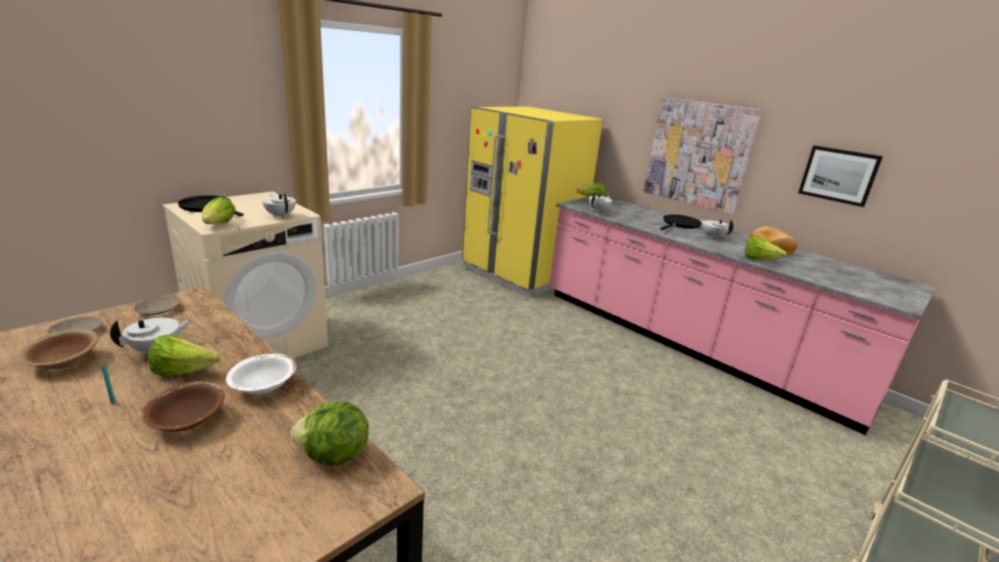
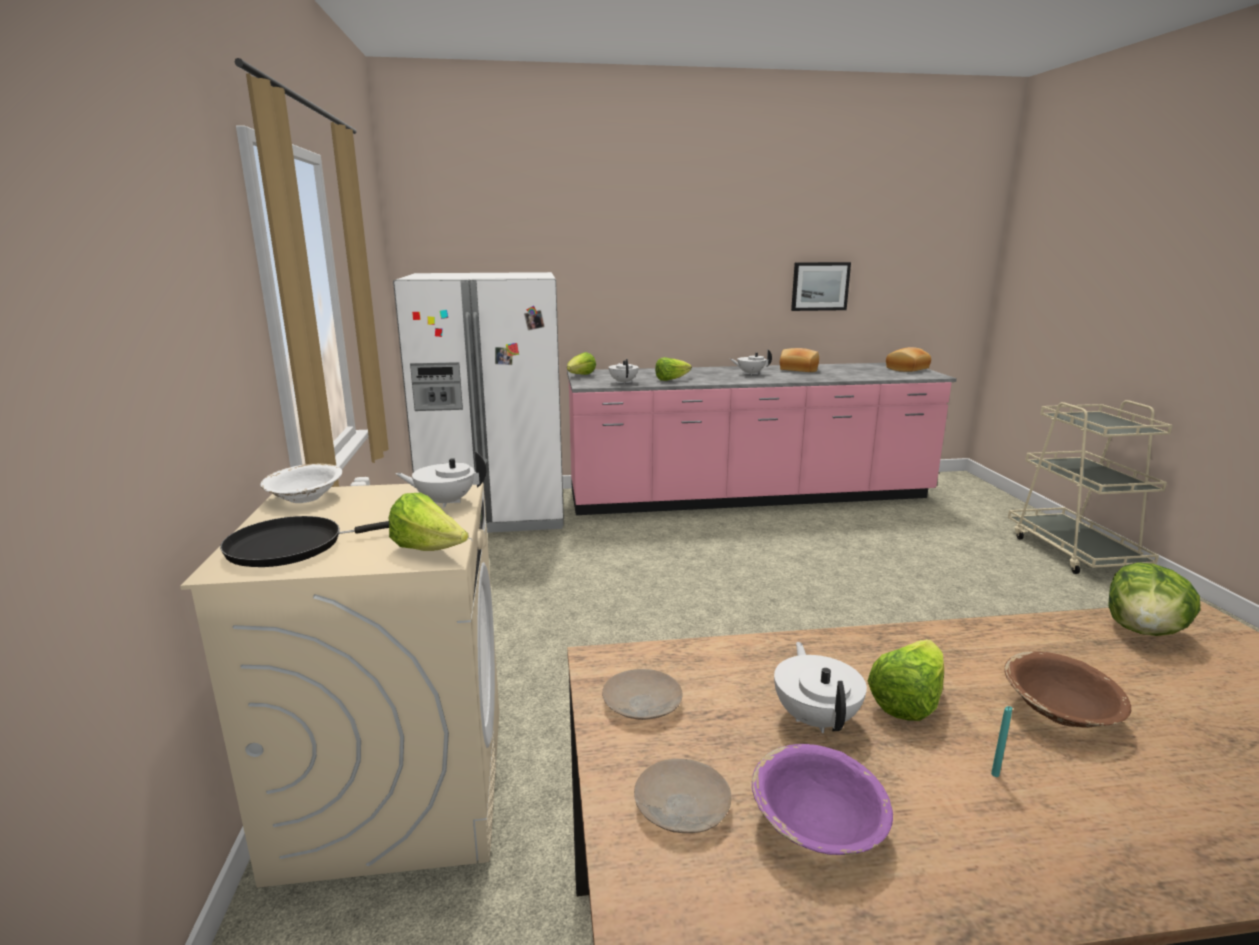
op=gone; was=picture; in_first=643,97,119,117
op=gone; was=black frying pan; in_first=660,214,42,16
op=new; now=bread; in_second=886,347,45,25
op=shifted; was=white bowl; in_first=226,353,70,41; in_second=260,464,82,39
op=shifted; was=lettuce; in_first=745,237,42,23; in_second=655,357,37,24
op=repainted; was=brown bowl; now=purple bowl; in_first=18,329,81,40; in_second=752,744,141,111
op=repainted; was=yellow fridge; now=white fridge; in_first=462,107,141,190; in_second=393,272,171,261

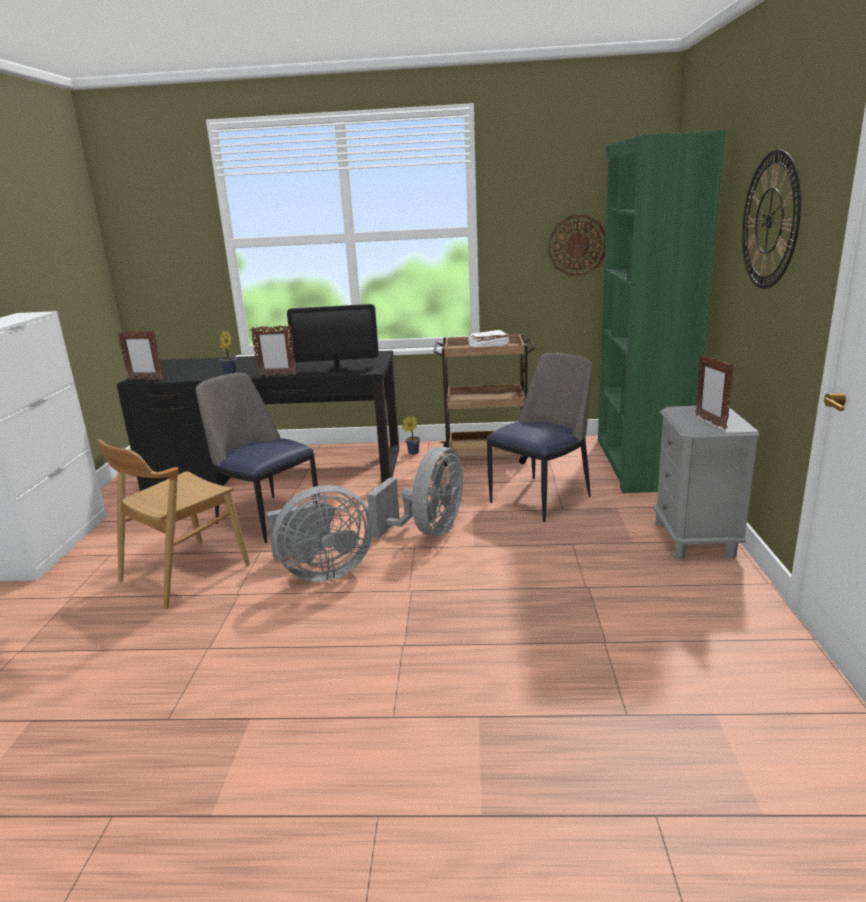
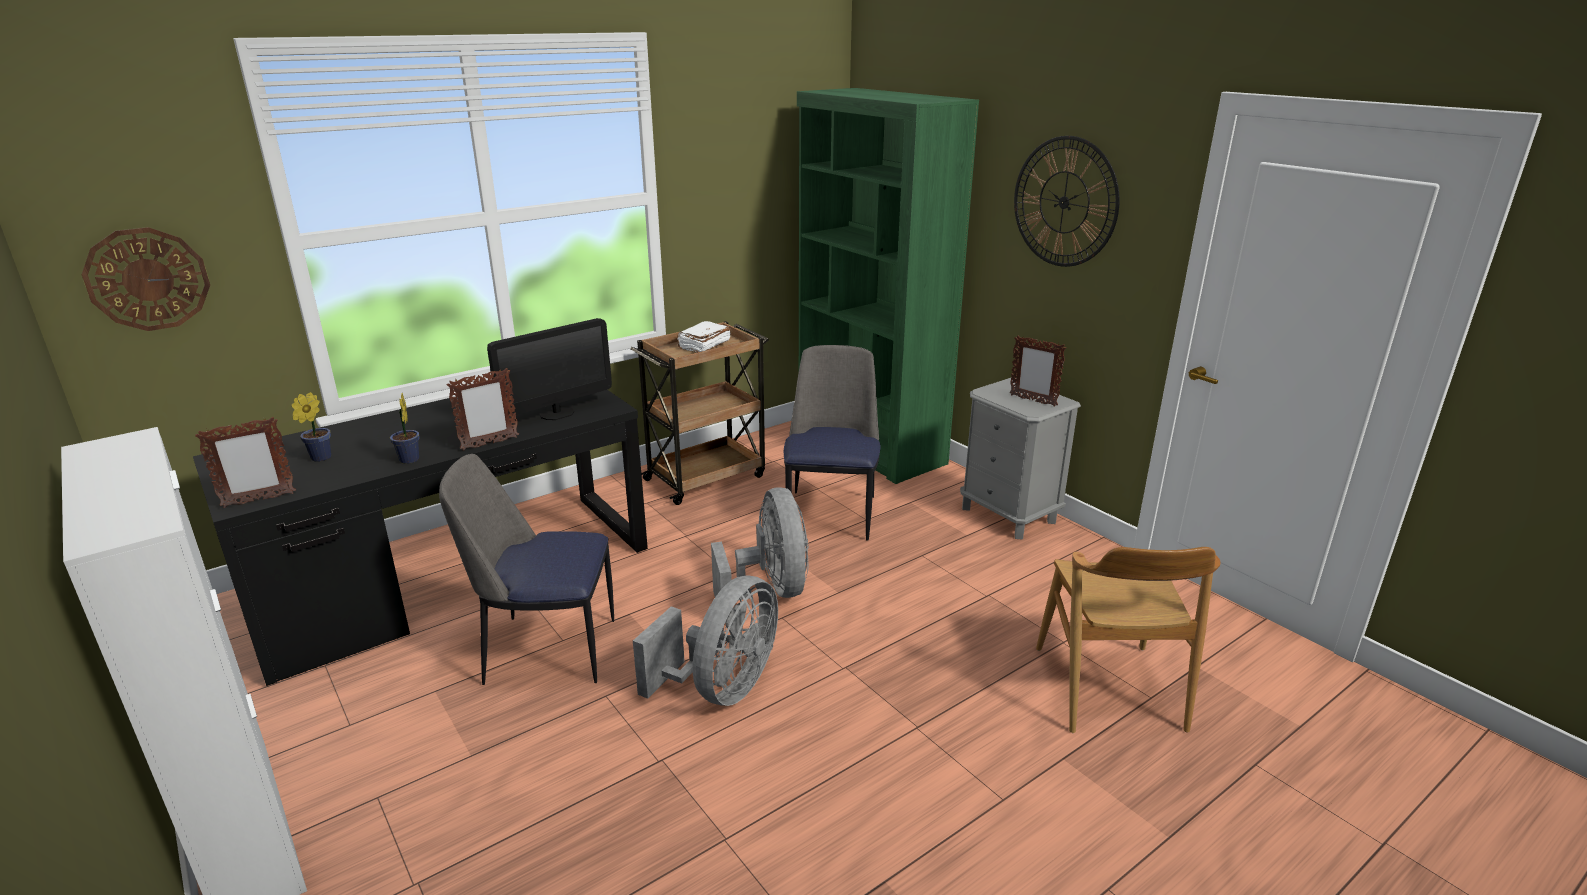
op=shifted; was=brown chair; in_first=97,439,153,170; in_second=1036,547,185,186
op=shifted; was=potted plant; in_first=402,416,18,39; in_second=292,392,39,70
op=shifted; was=wall clock; in_first=548,215,58,61; in_second=81,227,129,104

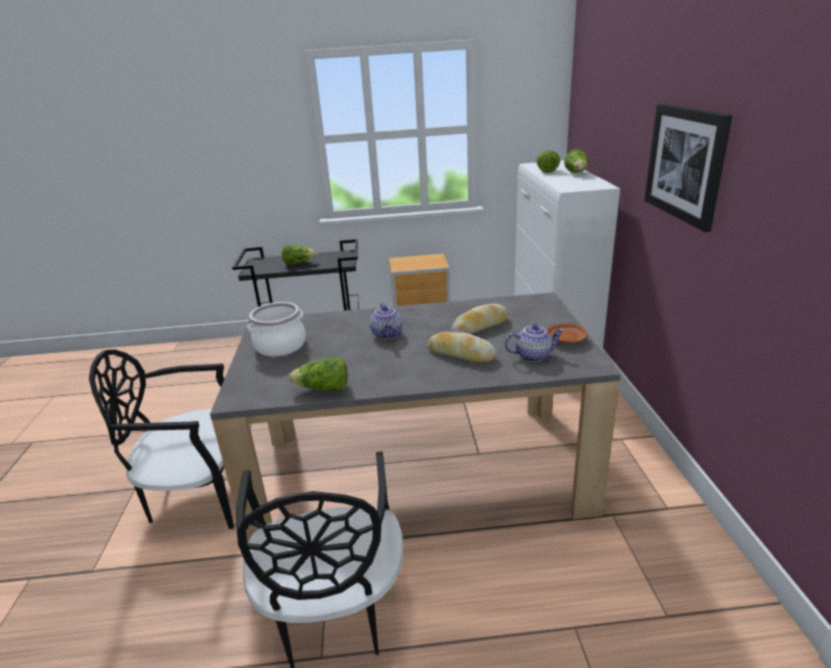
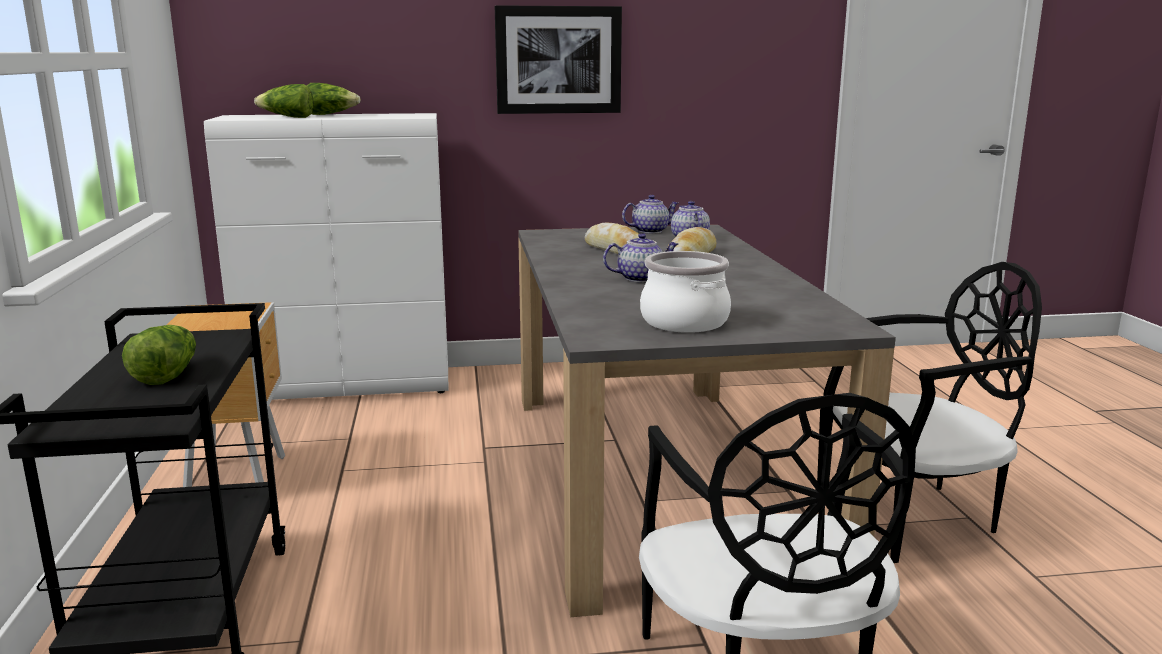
op=gone; was=lettuce; in_first=288,357,60,34
op=swapped; was=brown plate; now=teapot; in_first=547,323,41,21; in_second=622,195,56,39

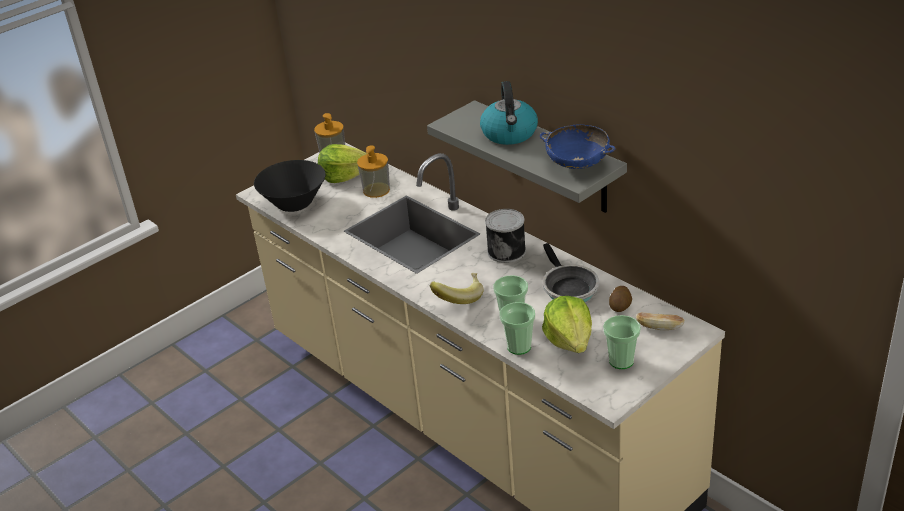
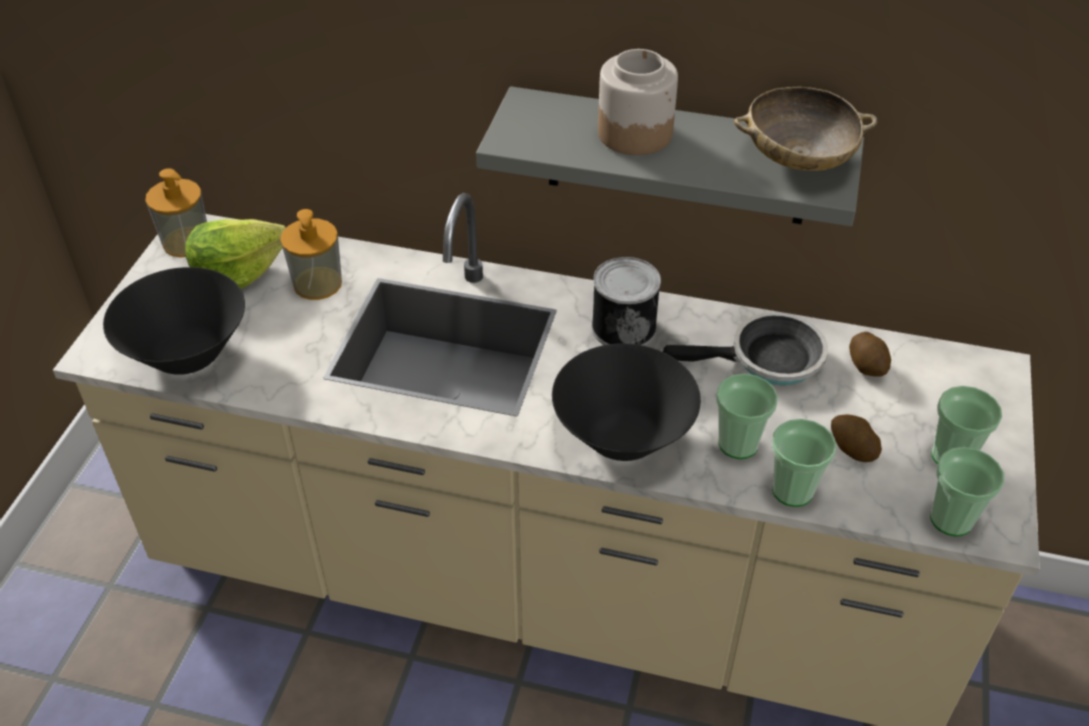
op=gone; was=bread; in_first=636,312,48,18
op=new; now=cup; in_second=930,447,74,90
op=swapped; was=banana; now=black bowl; in_first=430,273,54,31; in_second=552,343,149,118
op=swapped; was=kettle; now=jar; in_first=480,81,58,64; in_second=598,49,80,106
op=swapped; was=lettuce; now=potato; in_first=542,296,50,57; in_second=831,415,51,47
op=repainted; was=blue bowl; now=beige bowl; in_first=540,124,76,45; in_second=734,87,144,84
op=rotated; was=frying pan; in_first=543,243,56,59; in_second=663,312,165,74; clockwise=-45

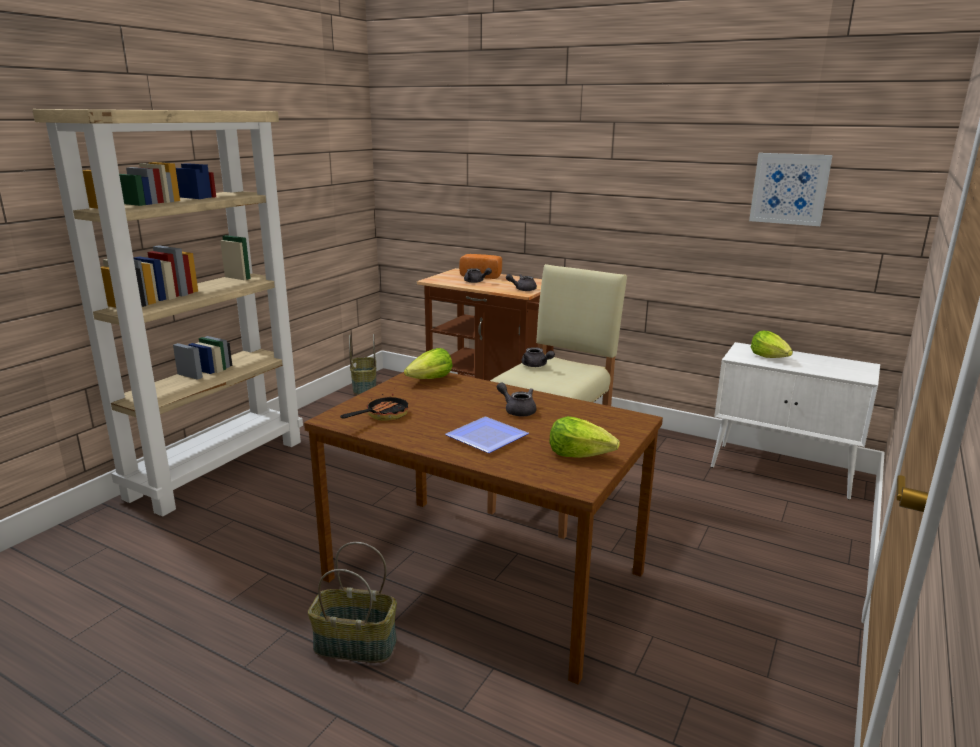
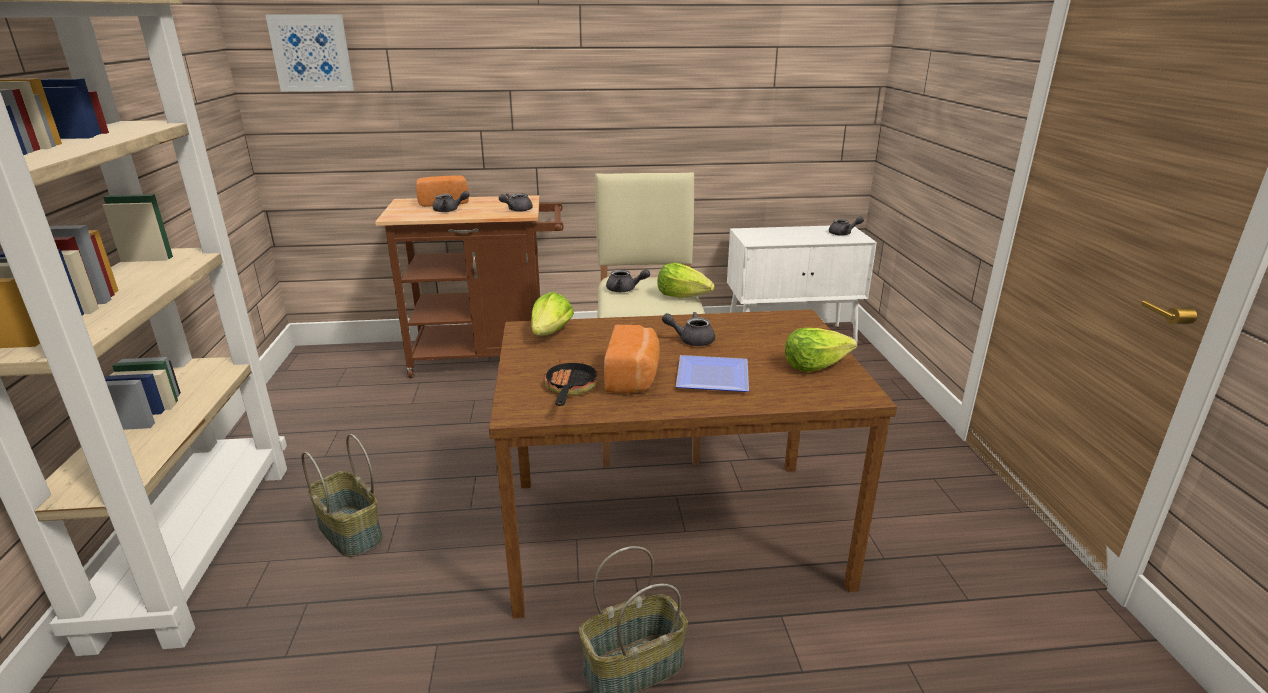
op=new; now=bread; in_second=604,325,56,69
op=new; now=grey teapot; in_second=829,216,35,20
op=shifted; was=basket; in_first=349,334,27,61; in_second=302,434,81,123
op=shifted; was=picture; in_first=749,153,84,73; in_second=265,14,89,77
op=shifted; was=lettuce; in_first=751,331,42,27; in_second=657,262,58,36

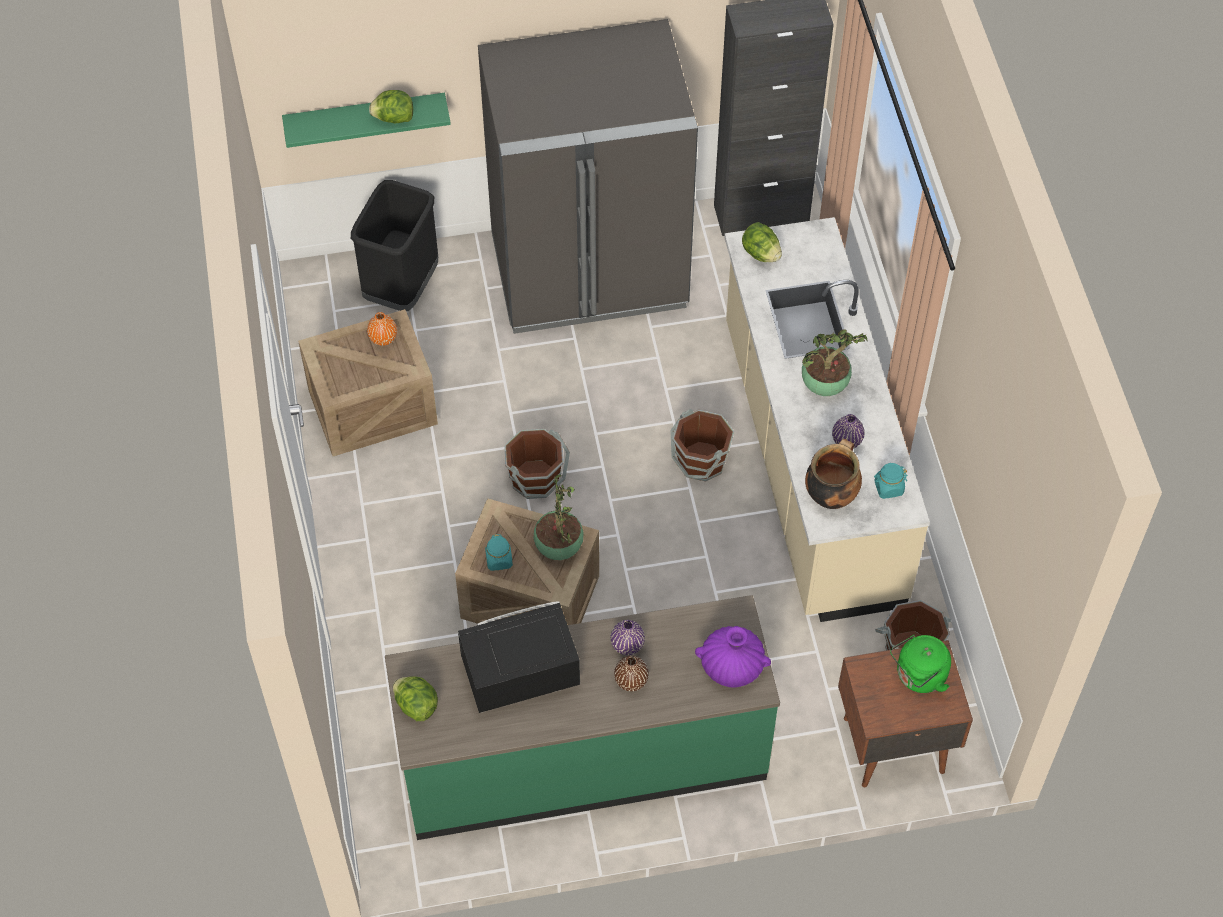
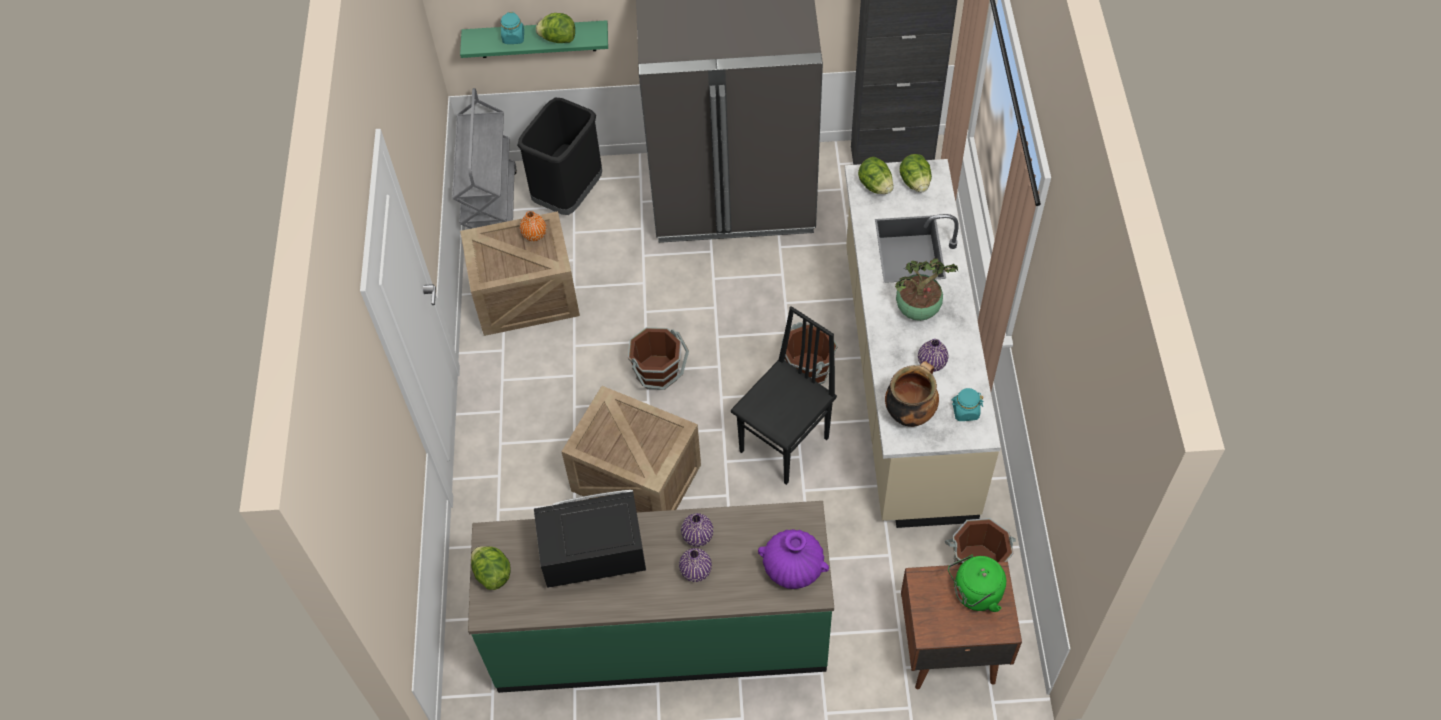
op=gone; was=potted plant; in_first=534,475,50,85
op=new; now=grey cart; in_second=452,88,65,141
op=new; now=black chair; in_second=731,306,106,179
op=new; now=lettuce; in_second=899,154,33,38
op=shifted; was=turquoise jar; in_first=485,534,28,37; in_second=501,12,23,32
op=repainted; was=brown vase; now=purple vase; in_first=614,656,35,35; in_second=679,548,33,34

